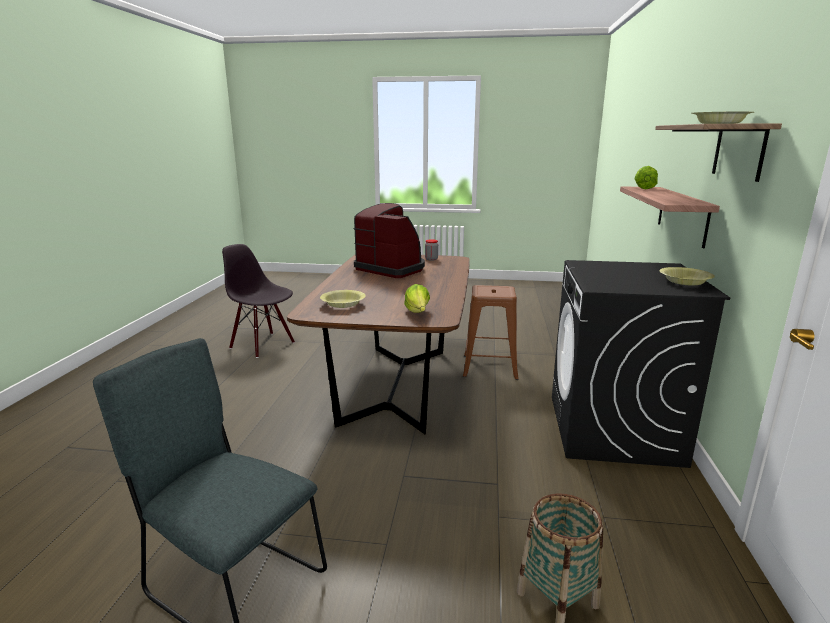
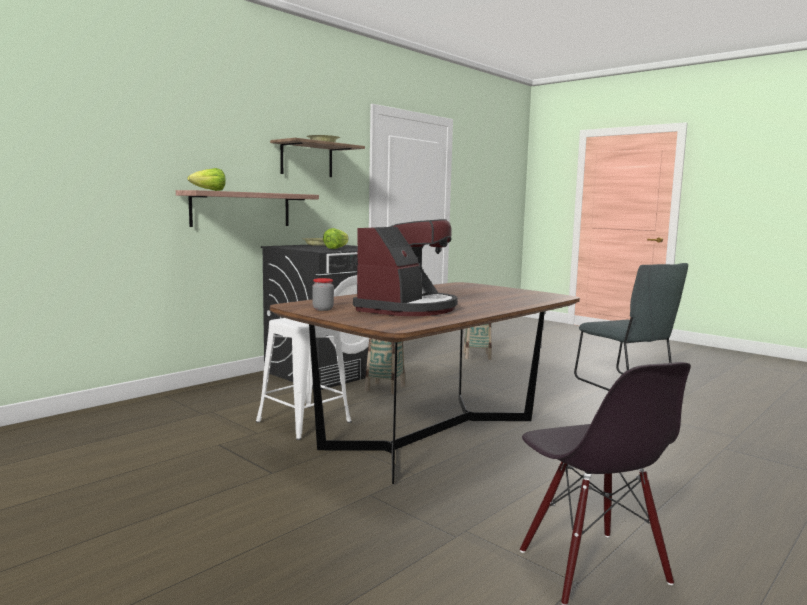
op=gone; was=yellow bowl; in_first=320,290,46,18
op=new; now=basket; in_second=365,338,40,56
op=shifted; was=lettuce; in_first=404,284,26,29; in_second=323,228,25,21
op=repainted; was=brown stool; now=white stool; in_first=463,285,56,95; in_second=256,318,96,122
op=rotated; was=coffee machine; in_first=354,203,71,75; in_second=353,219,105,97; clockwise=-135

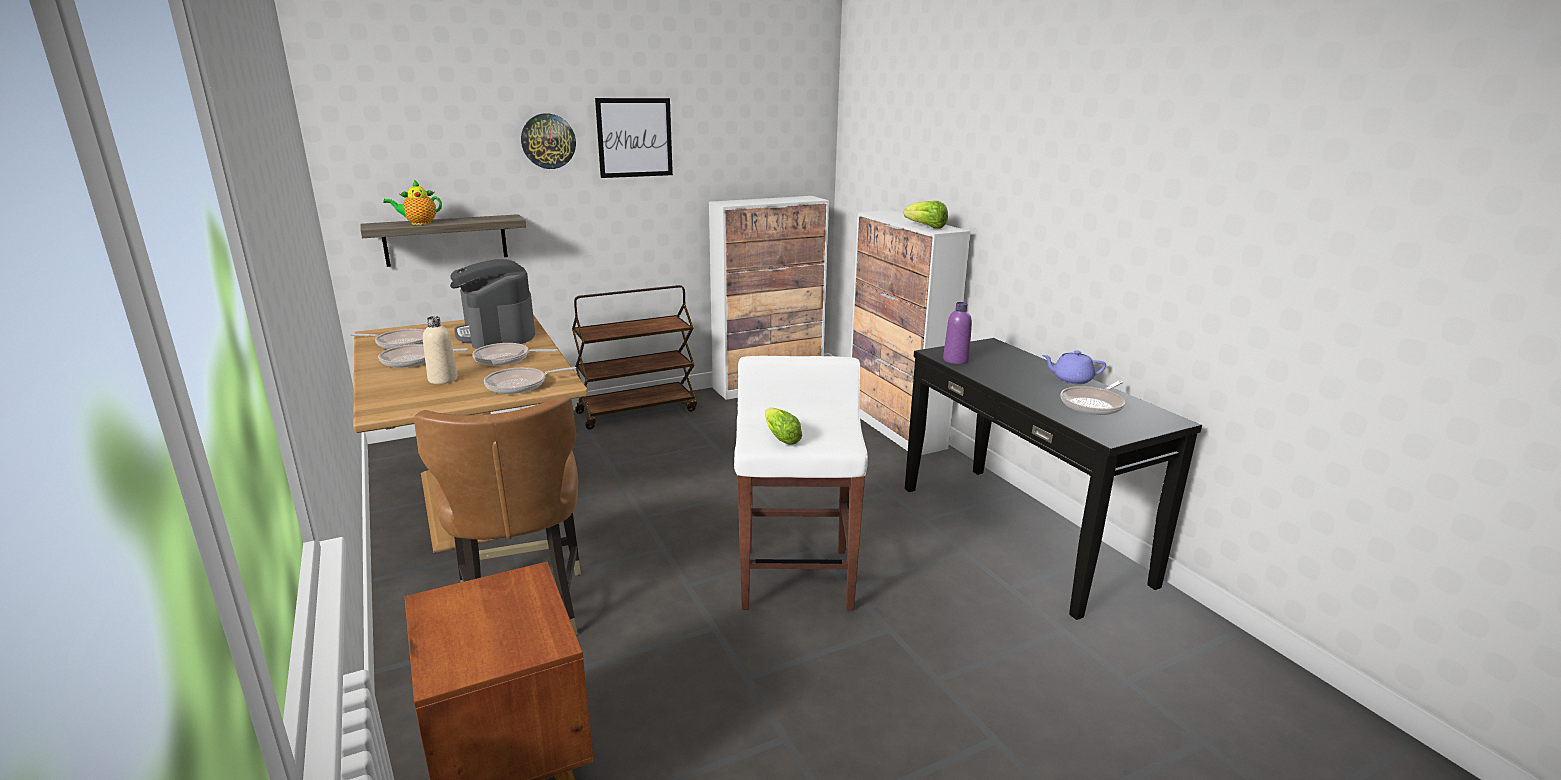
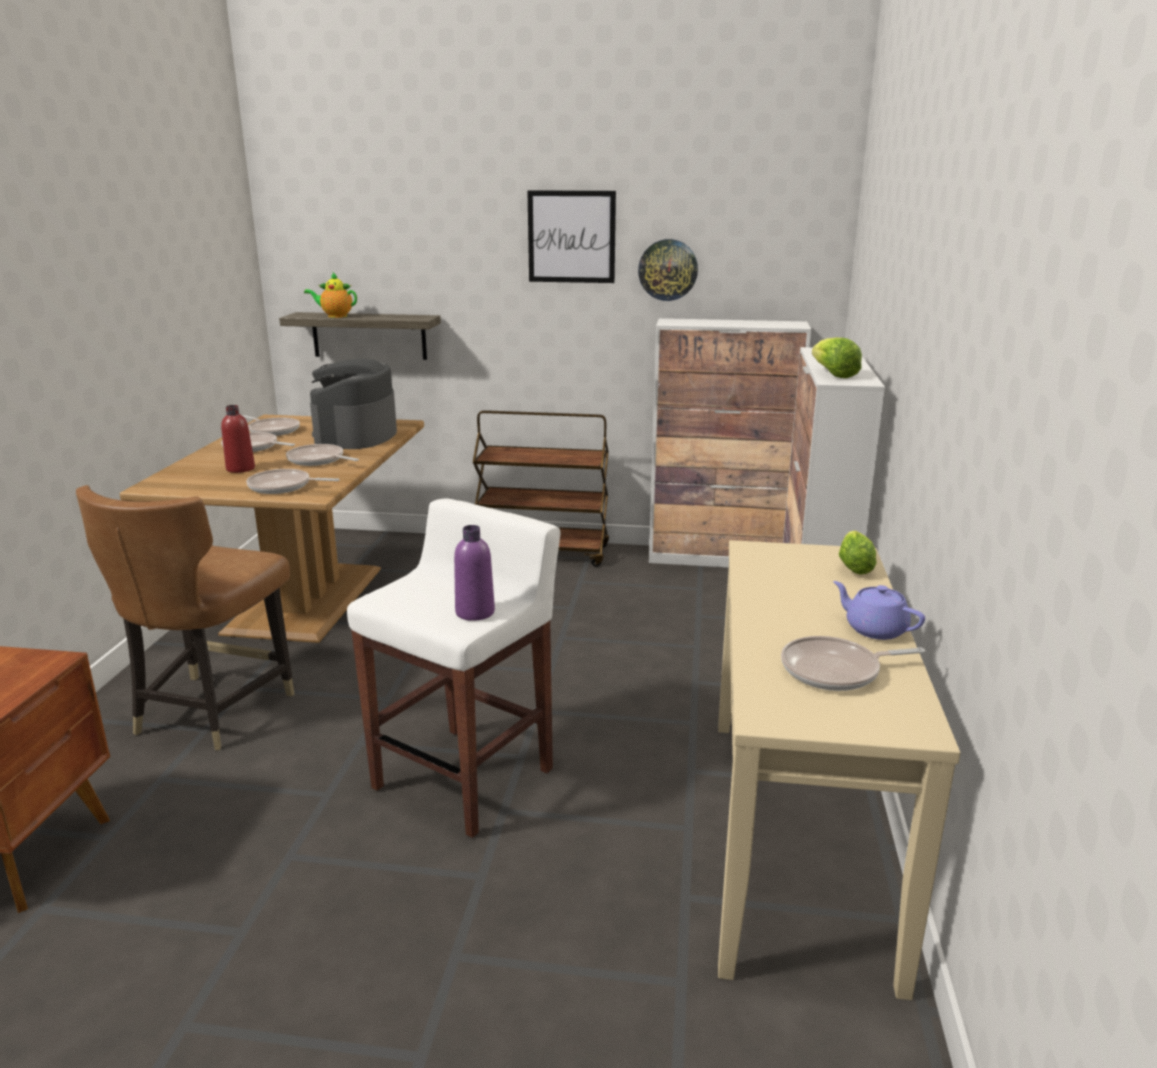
op=shifted; was=wall clock; in_first=521,113,55,56; in_second=638,239,60,62
op=shifted; was=lettuce; in_first=765,408,37,37; in_second=839,531,38,44
op=shifted; was=purple bottle; in_first=943,302,29,62; in_second=454,525,41,96
op=repainted; was=beige bottle; now=red bottle; in_first=423,316,35,68; in_second=221,405,34,68
op=repainted; was=black console table; now=beige console table; in_first=905,338,297,282; in_second=718,540,243,460

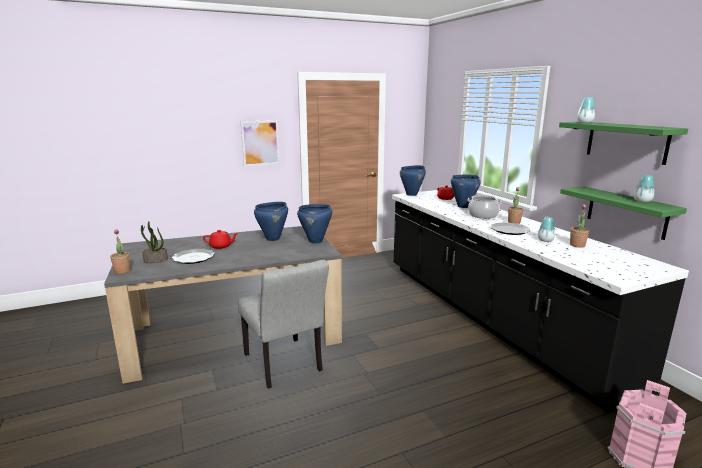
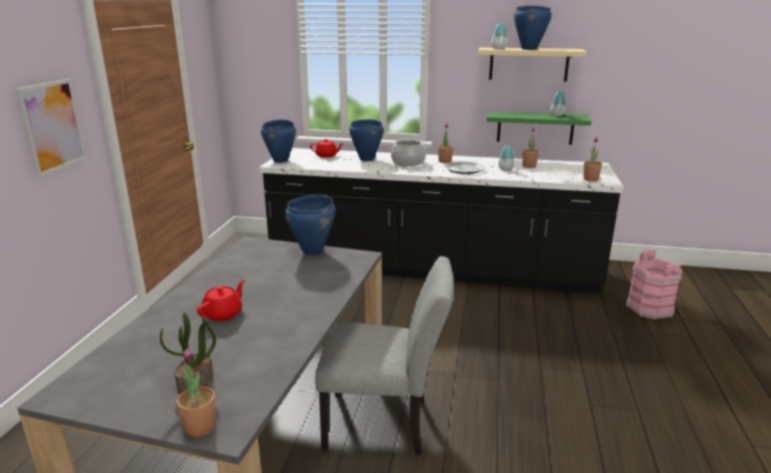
op=gone; was=plate; in_first=172,249,43,15
op=new; now=potted plant; in_second=584,137,18,45
op=shifted; was=blue cooking pot; in_first=254,202,34,39; in_second=514,6,38,44
op=repainted; was=green shelf; now=beige shelf; in_first=559,122,129,43; in_second=478,47,109,35

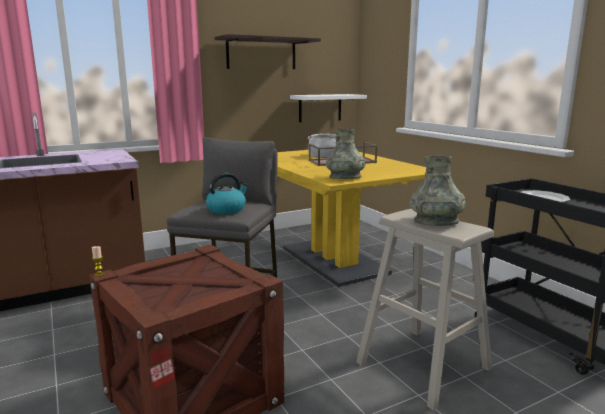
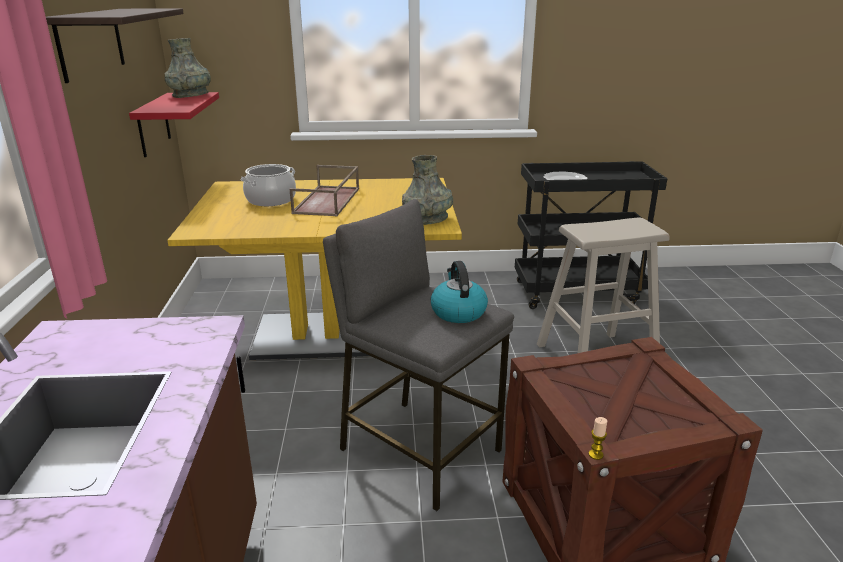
op=shifted; was=grey vase; in_first=410,156,56,70; in_second=165,38,46,60
op=repainted; was=white shelf; now=red shelf; in_first=290,94,77,28; in_second=129,92,90,65

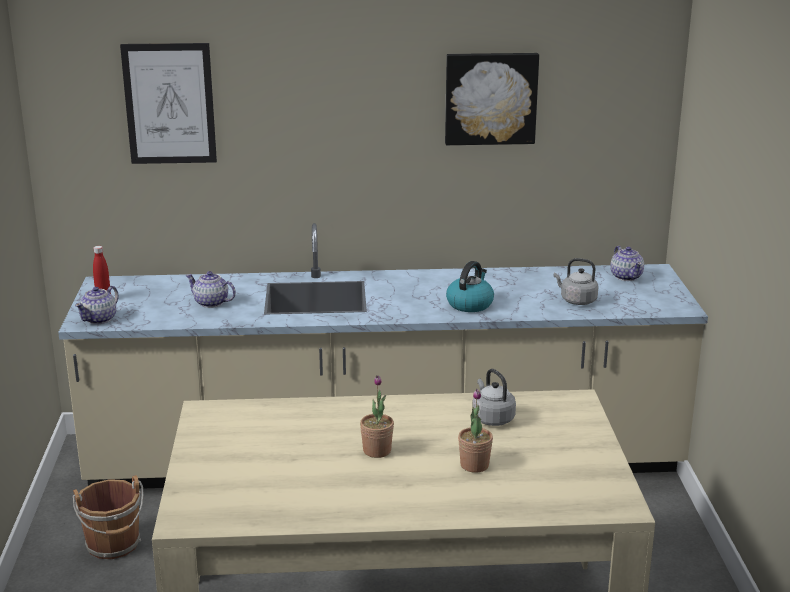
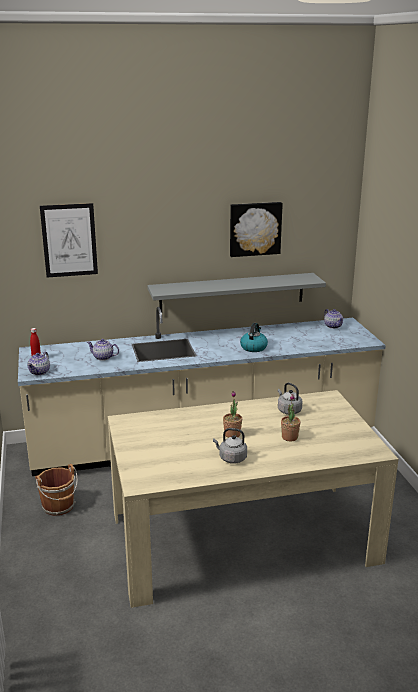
op=new; now=grey shelf; in_second=147,273,179,39
op=shifted; was=grey kettle; in_first=554,258,45,47; in_second=213,428,34,36

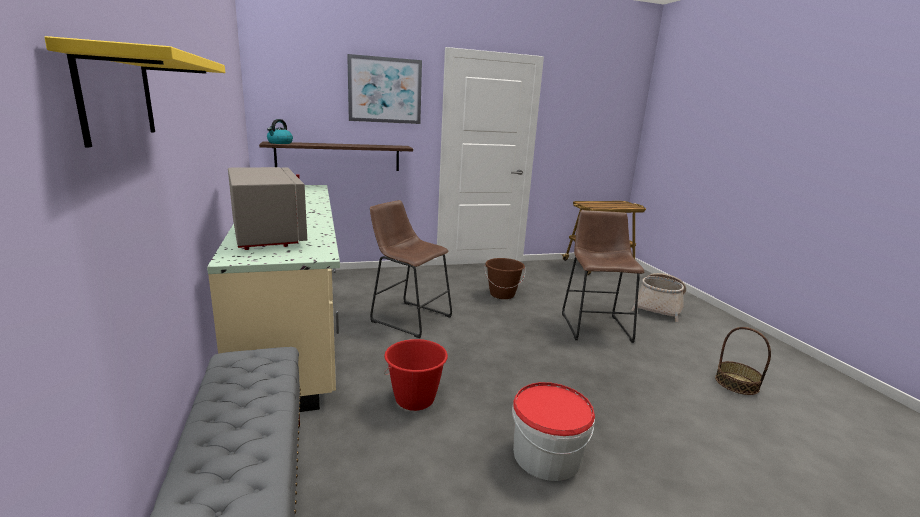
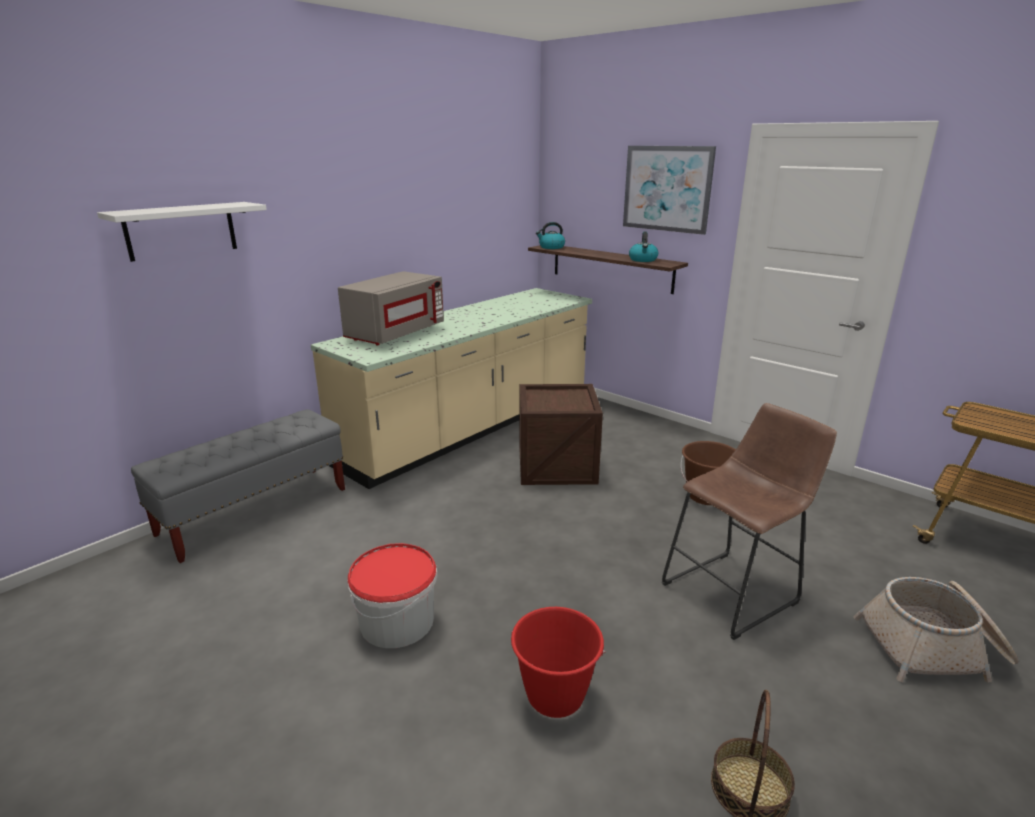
op=new; now=kettle; in_second=629,232,29,30
op=shifted; was=red bucket; in_first=384,339,64,72; in_second=511,607,95,111
op=swapped; was=brown stool; now=crate; in_first=370,200,82,138; in_second=520,384,83,101
op=repainted; was=yellow shelf; now=white shelf; in_first=44,36,181,112; in_second=97,202,170,60

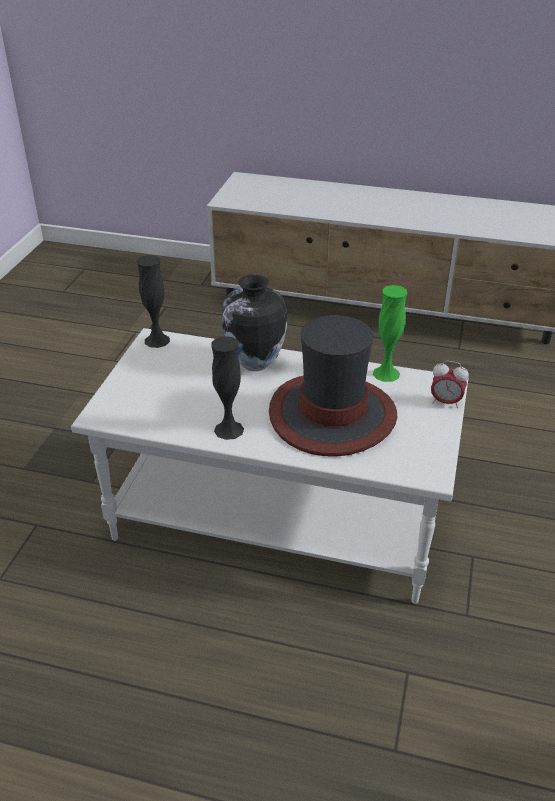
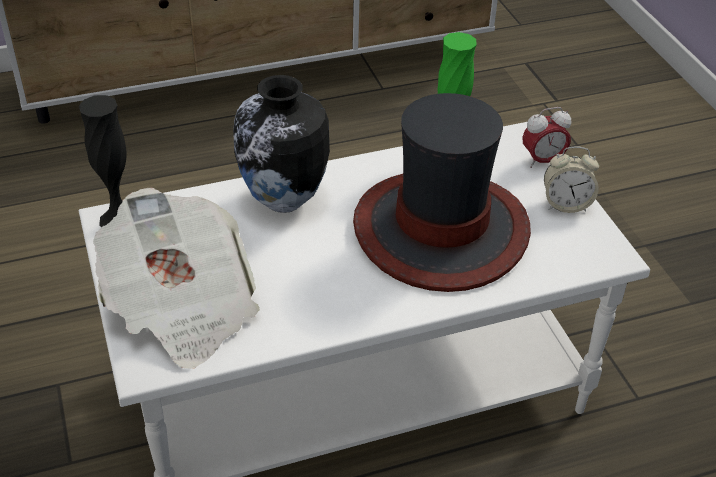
op=gone; was=black vase; in_first=211,336,33,104
op=new; now=newspaper; in_second=93,187,167,182
op=new; now=alarm clock; in_second=544,146,55,67

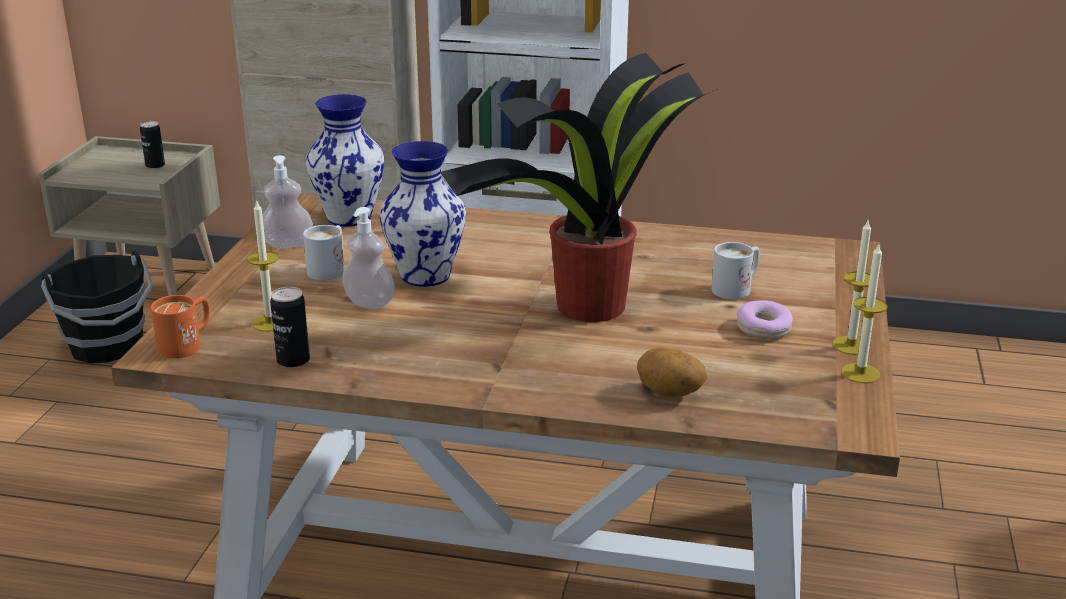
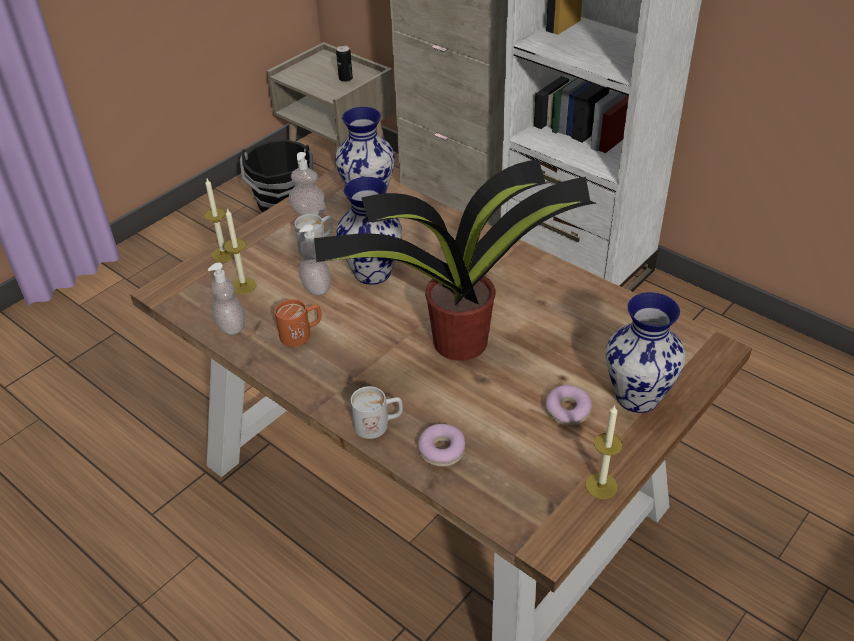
op=new; now=vase; in_second=606,292,80,121
op=shifted; was=orange mug; in_first=151,295,58,63; in_second=275,299,46,48
op=shifted; was=white mug; in_first=711,242,49,58; in_second=351,386,52,53
op=shifted; was=candle; in_first=832,221,39,134; in_second=204,179,30,83
op=swapped; was=can; now=soap dispenser; in_first=270,287,40,81; in_second=208,263,37,72
op=swapped; was=potato; now=donut; in_first=637,347,70,50; in_second=418,424,47,43

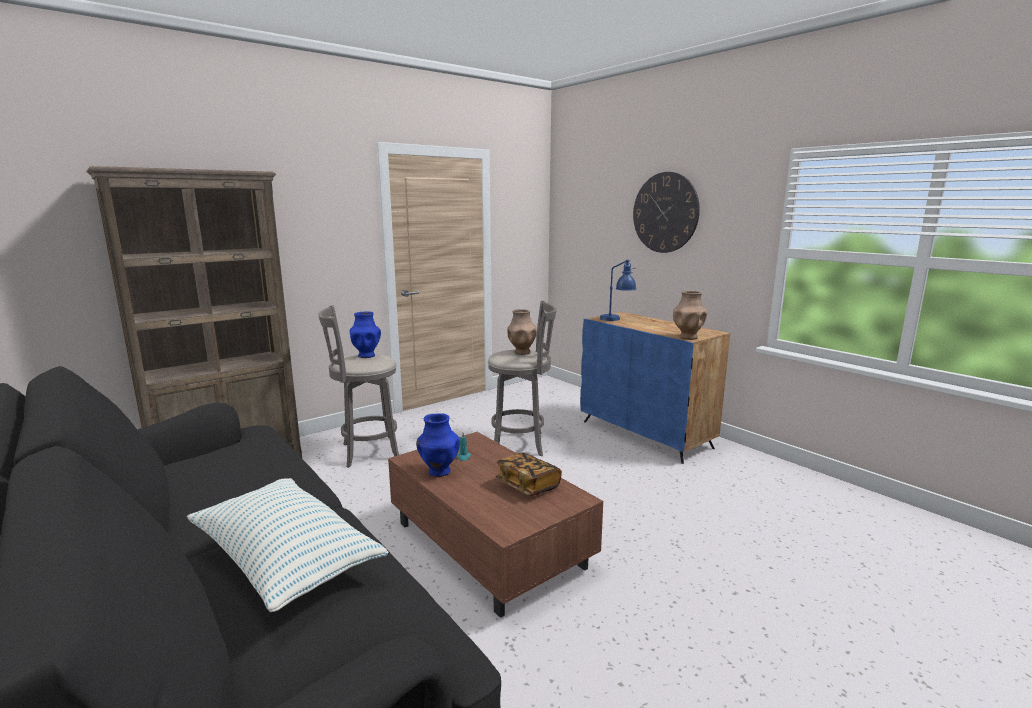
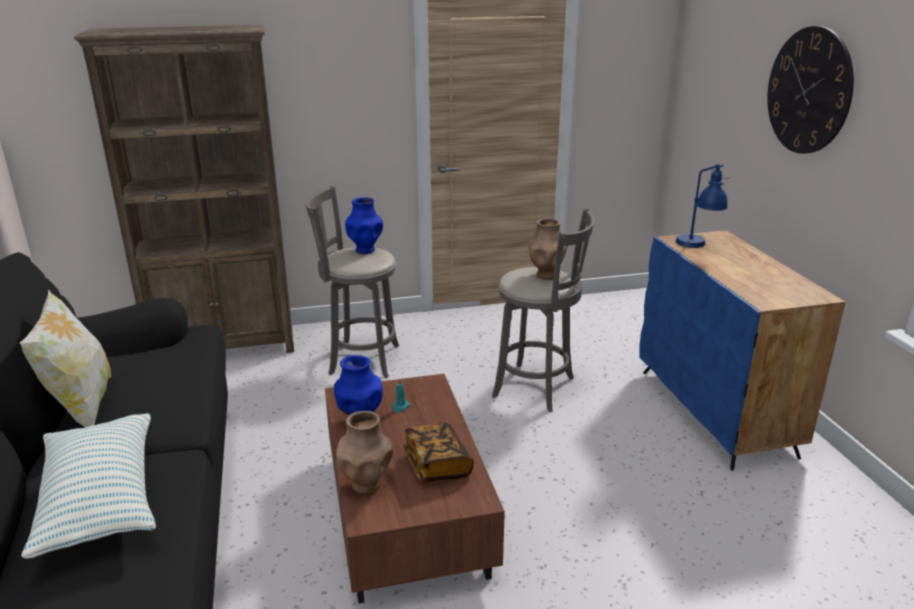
op=new; now=pillow; in_second=20,290,91,138
op=shifted; was=brown vase; in_first=673,291,34,49; in_second=336,411,57,84

